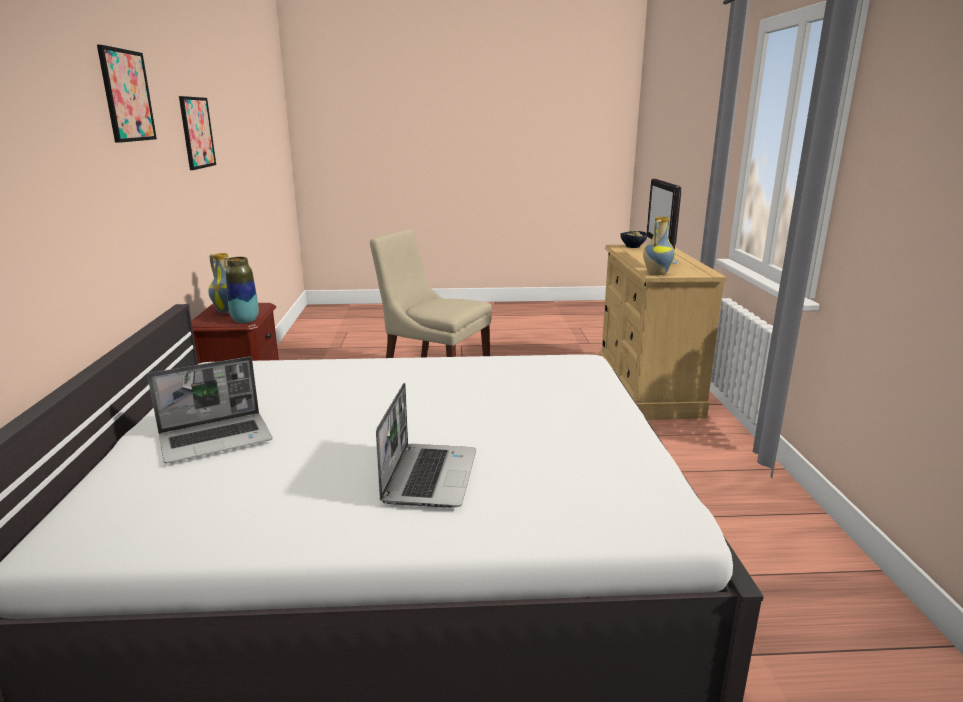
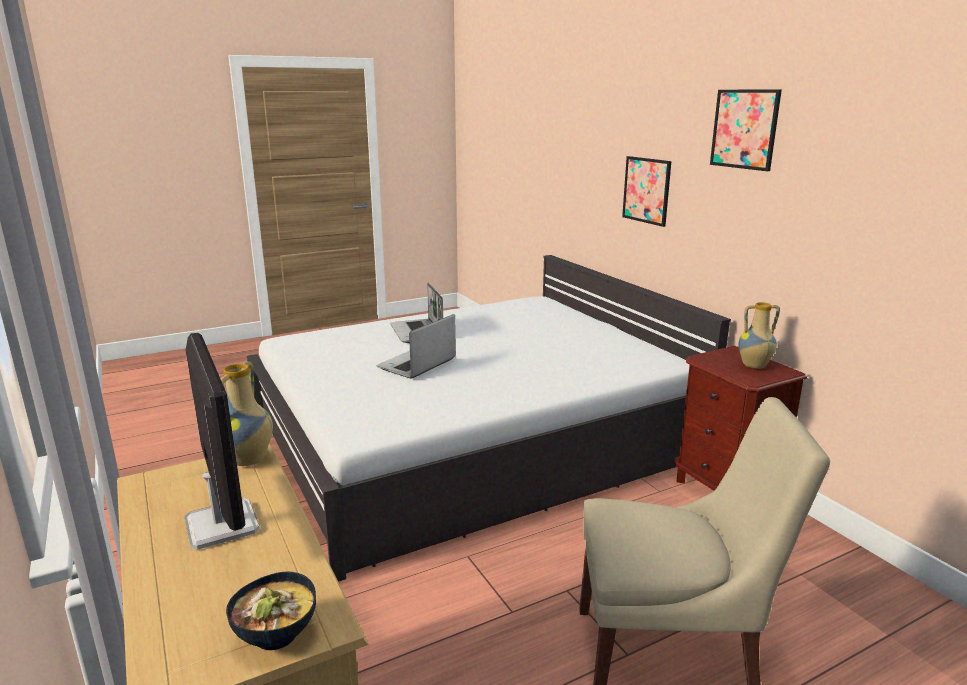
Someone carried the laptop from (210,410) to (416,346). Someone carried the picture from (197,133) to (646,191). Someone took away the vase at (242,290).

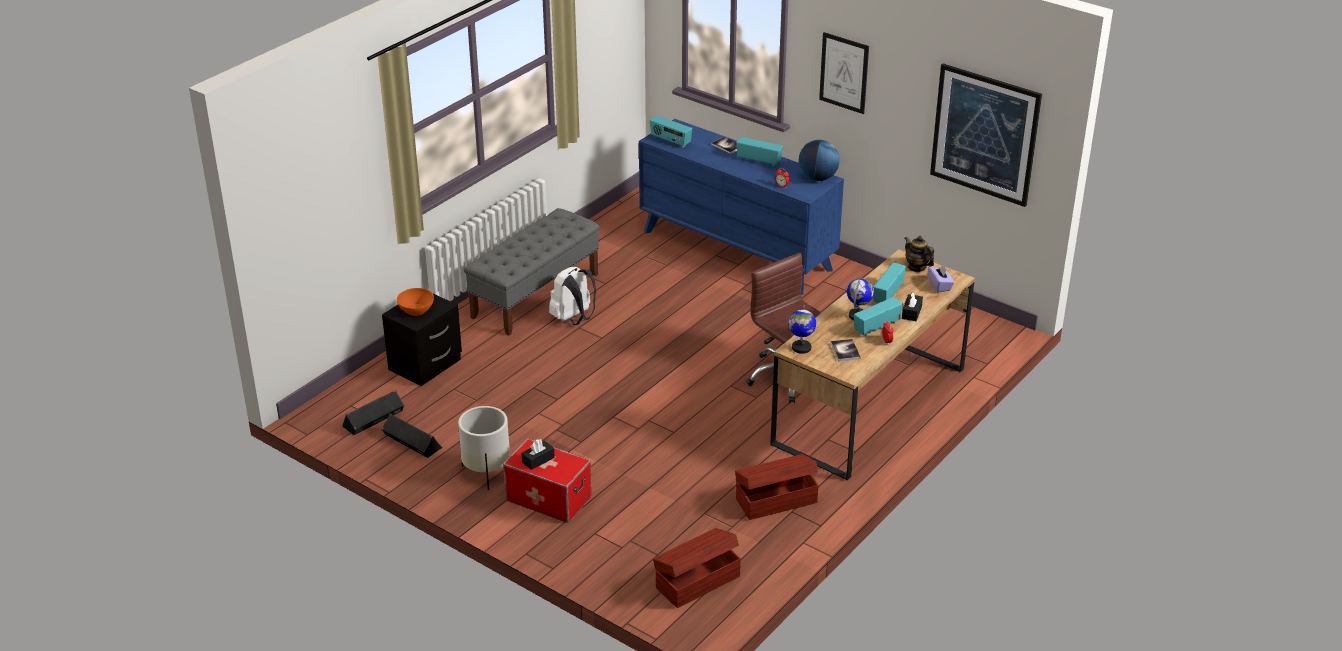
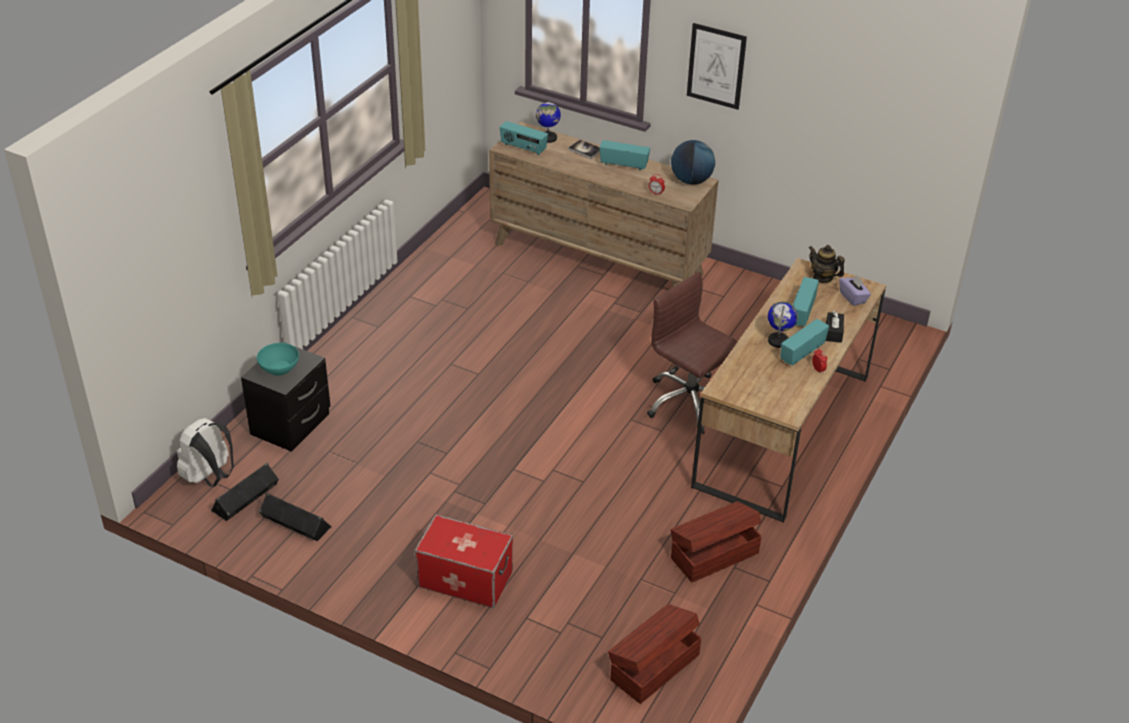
Someone carried the white backpack from (572,296) to (205,452). Someone repainted the orange bowl at (415,302), which became the turquoise bowl at (278,359). Someone repainted the blue dresser at (741,207), which became the brown dresser at (603,204). Someone carried the globe from (802,329) to (548,120). Someone took away the white planter at (484,448). Someone took away the grey bench at (532,272). Someone took away the black tissue box at (538,454). Someone took away the book at (845,350). Someone took away the picture at (986,135).

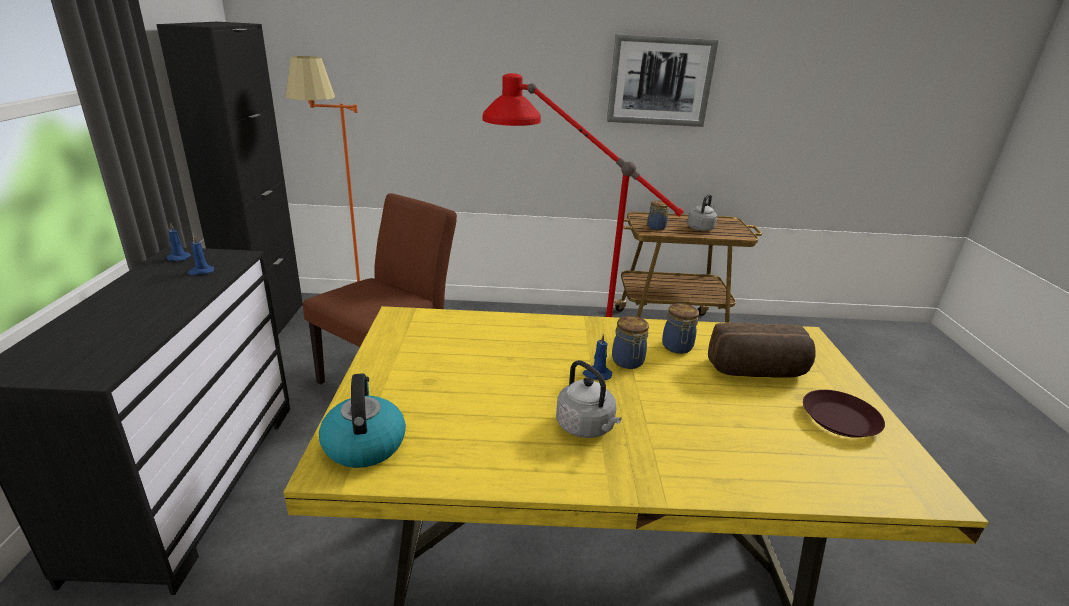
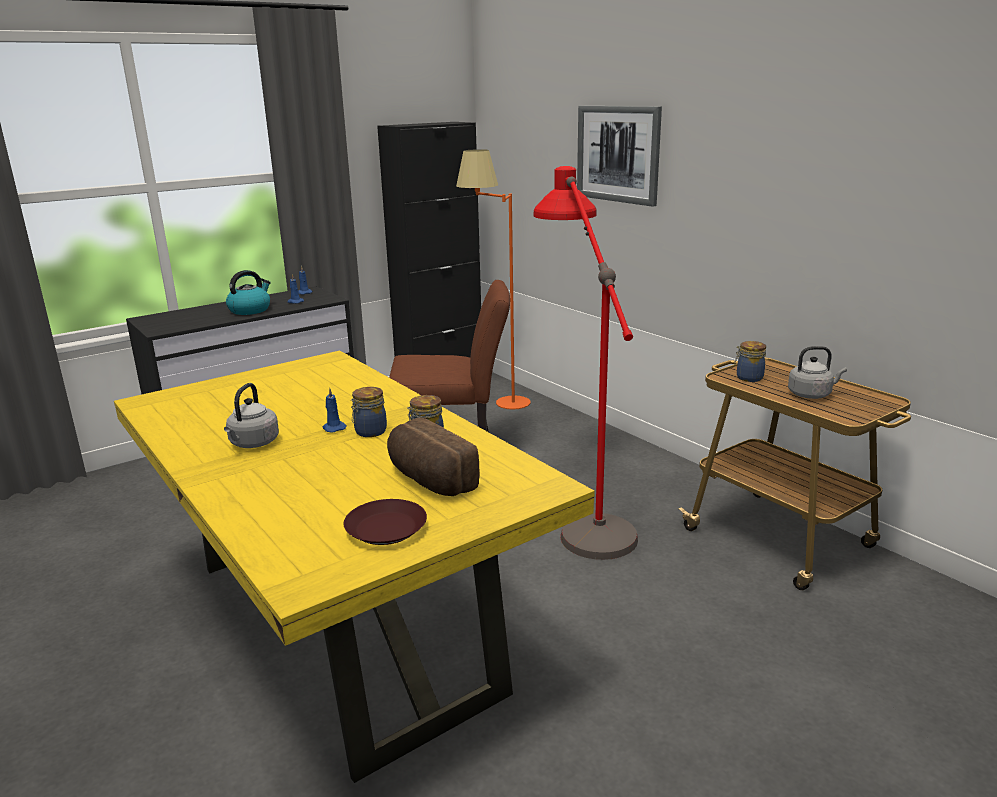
Someone carried the kettle from (362,420) to (248,292). Someone carried the picture from (662,80) to (619,156).

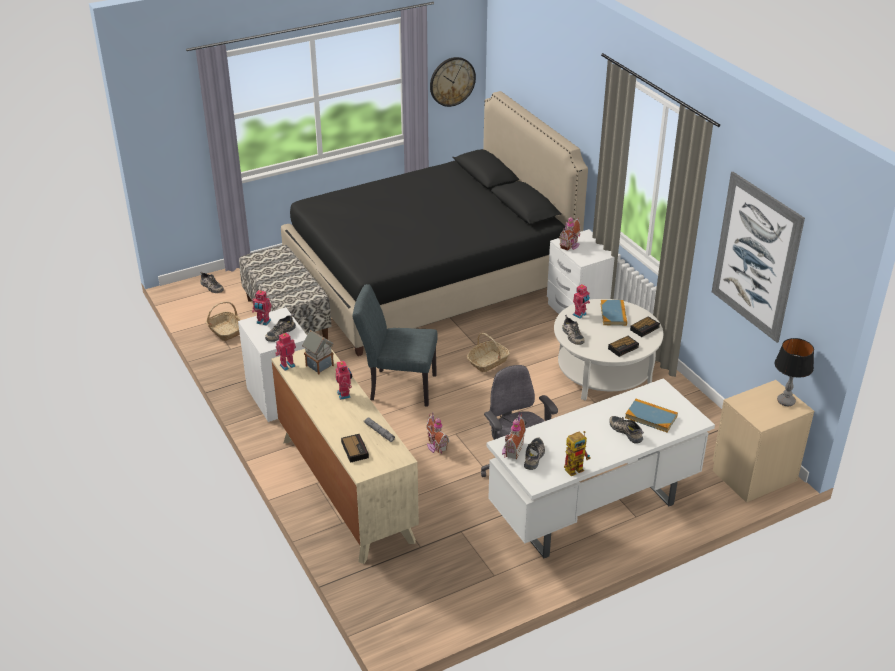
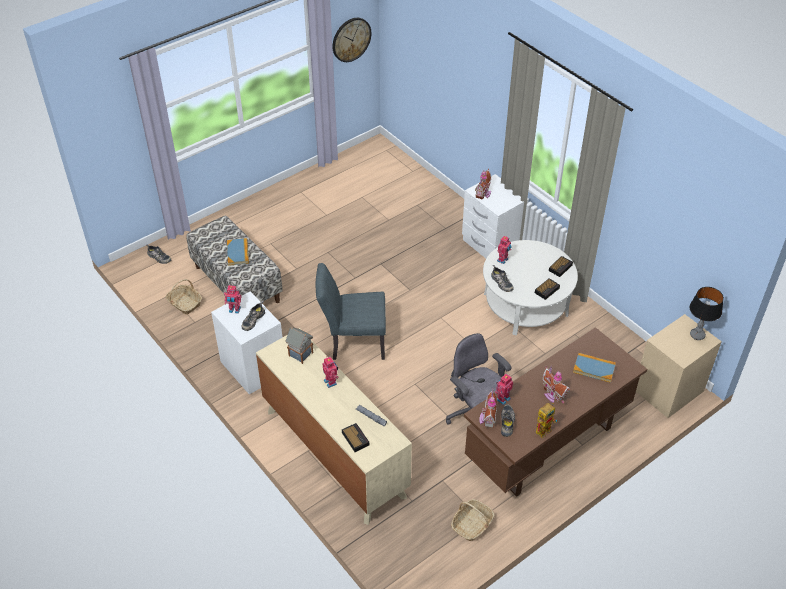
Someone carried the book from (613,313) to (238,252). Someone carried the basket from (488,352) to (472,520). Someone repainted the white desk at (600,468), which became the brown desk at (555,412). Someone carried the toy robot from (285,351) to (504,389). Someone carried the toy house from (437,432) to (557,384). Someone took away the black bed at (434,223). Someone took away the shoe at (626,430). Someone took away the picture at (758,257).

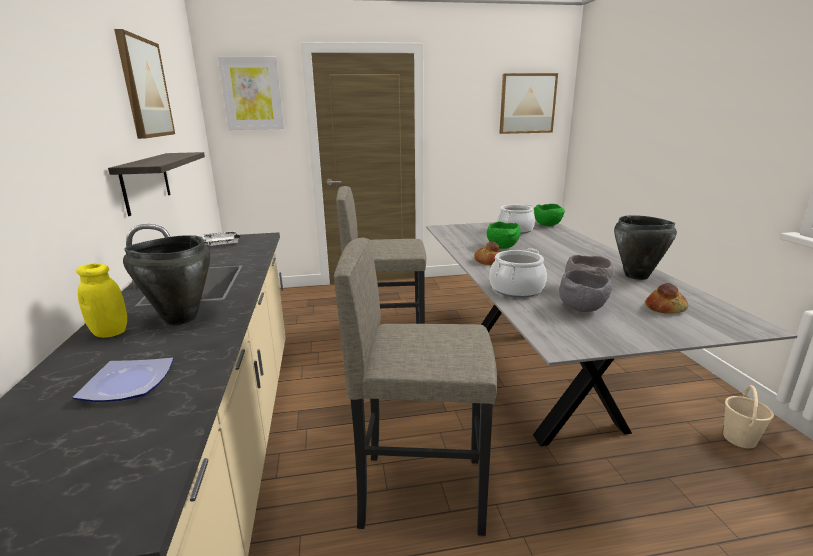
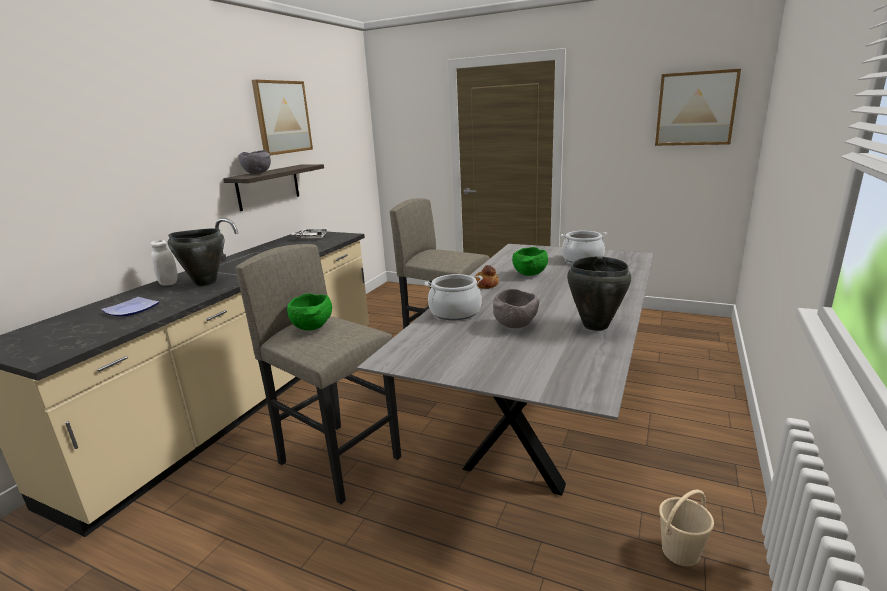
Someone repainted the yellow jar at (101,300), which became the white jar at (163,263). Someone carried the grey bowl from (585,291) to (254,162). Someone carried the green bowl from (549,215) to (309,312). Someone took away the picture at (251,93). Someone took away the bread at (667,298).

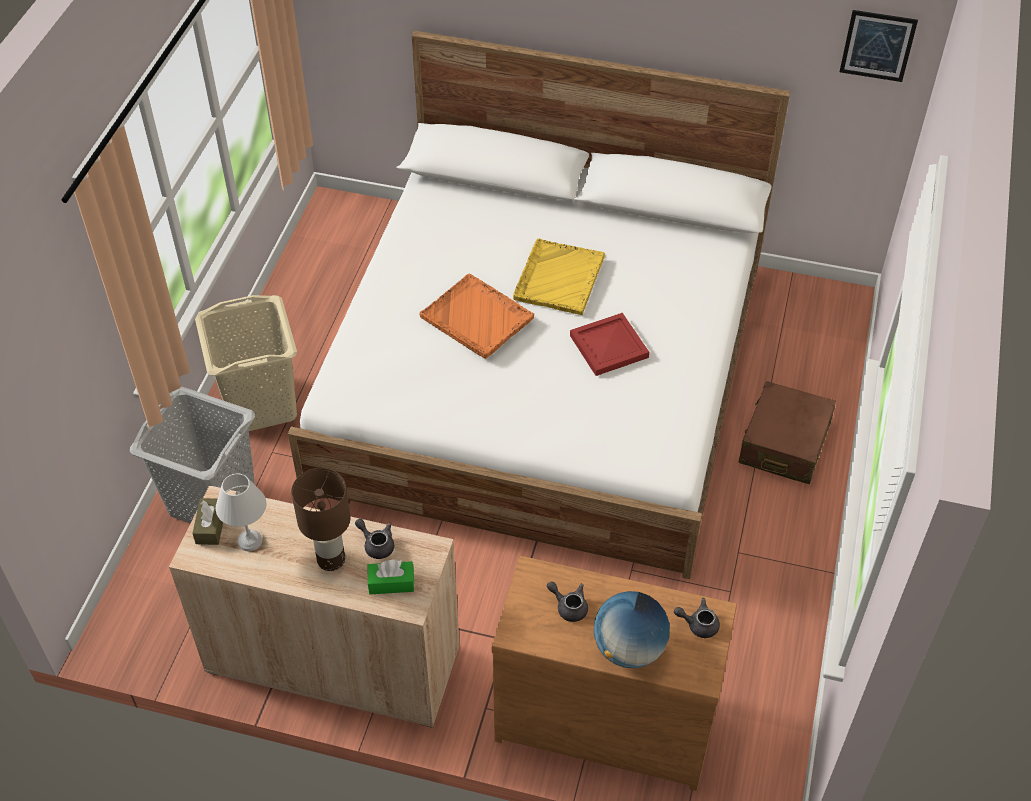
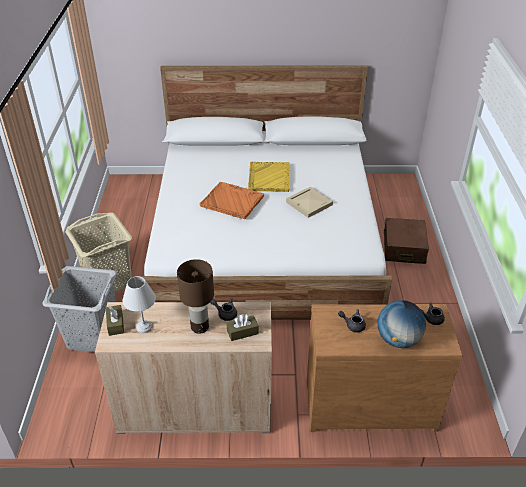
Someone repainted the green tissue box at (391,576), which became the brown tissue box at (243,327). Someone repainted the red tray at (609,344), which became the beige tray at (309,202). Someone took away the picture at (879,46).

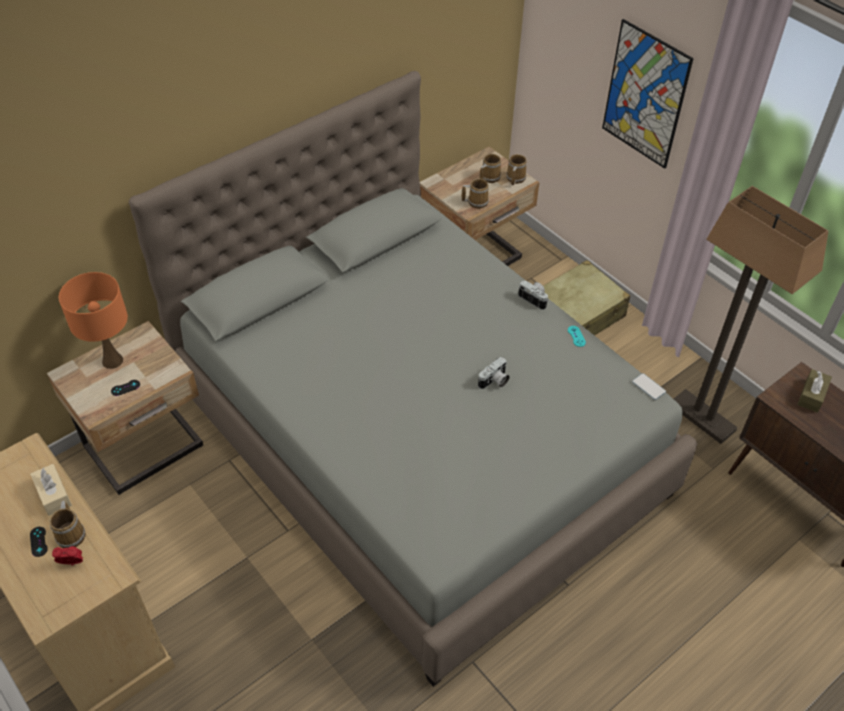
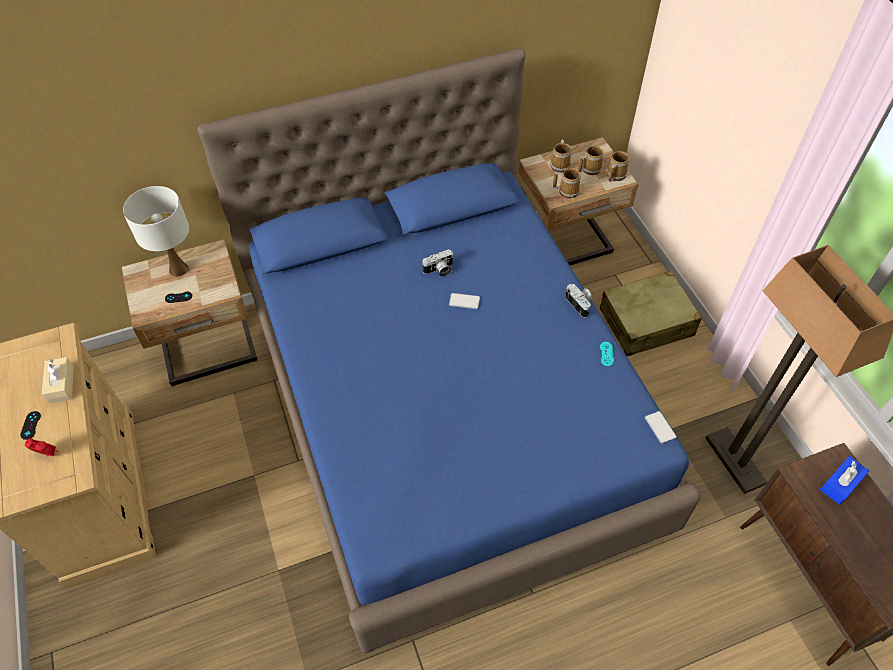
Someone repainted the orange table lamp at (93,320), which became the white table lamp at (156,231). Someone repainted the grey bed at (413,379), which became the blue bed at (449,350). Someone carried the photo camera from (494,373) to (437,263). Someone put down the phone at (464,301). Someone carried the mug from (67,524) to (560,156). Someone repainted the brown tissue box at (814,391), which became the blue tissue box at (844,480). Someone took away the picture at (648,94).

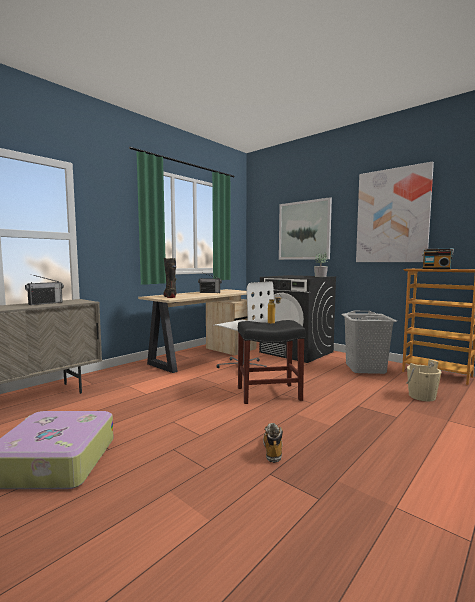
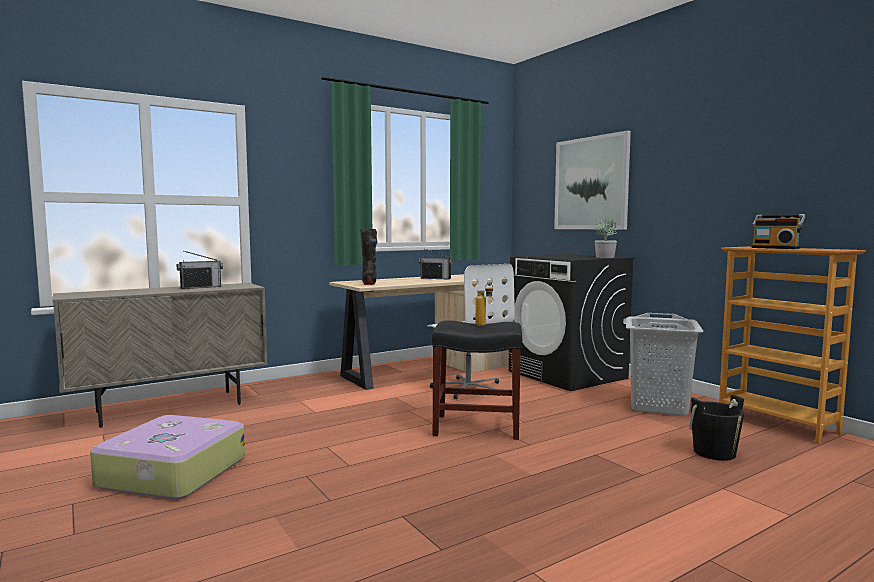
Someone repainted the beige bucket at (423,380), which became the black bucket at (716,428). Someone took away the boot at (273,443). Someone took away the picture at (395,211).

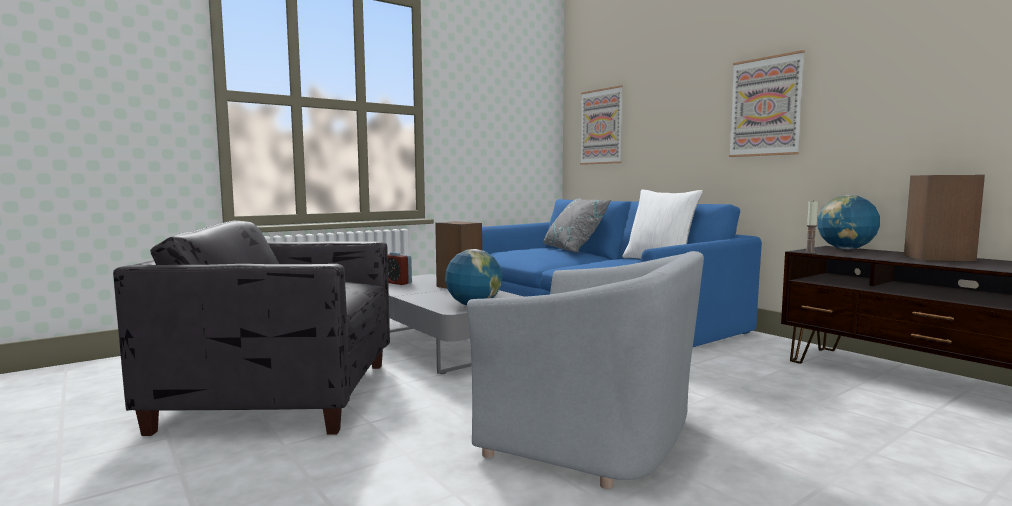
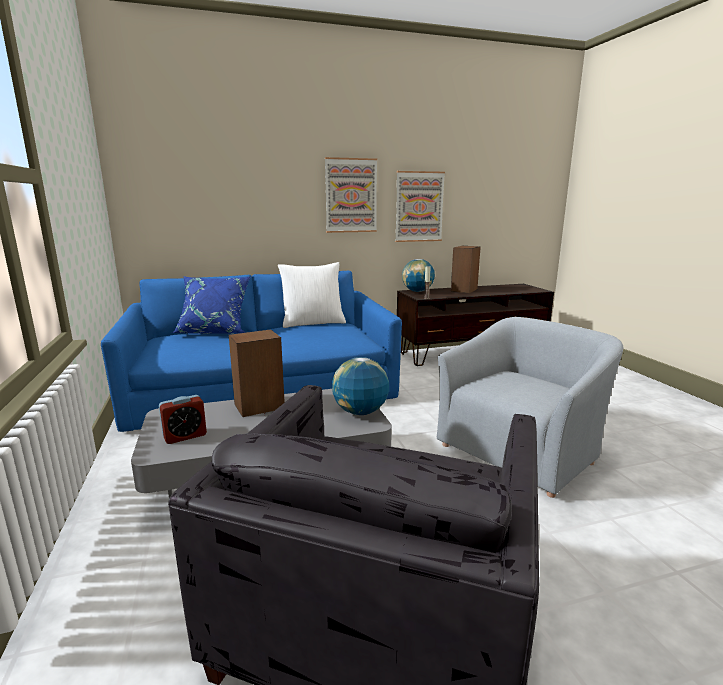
Someone repainted the grey pillow at (577,225), which became the blue pillow at (210,305). Someone carried the picture from (601,125) to (420,206).

